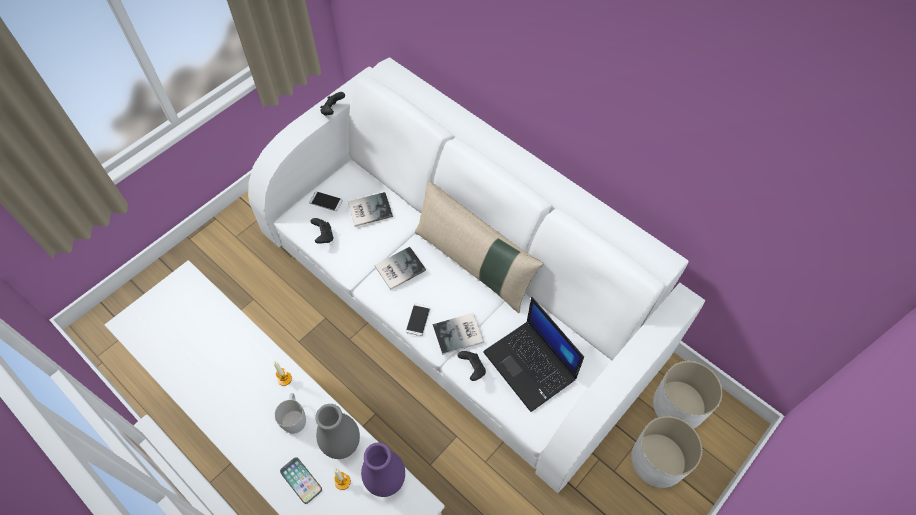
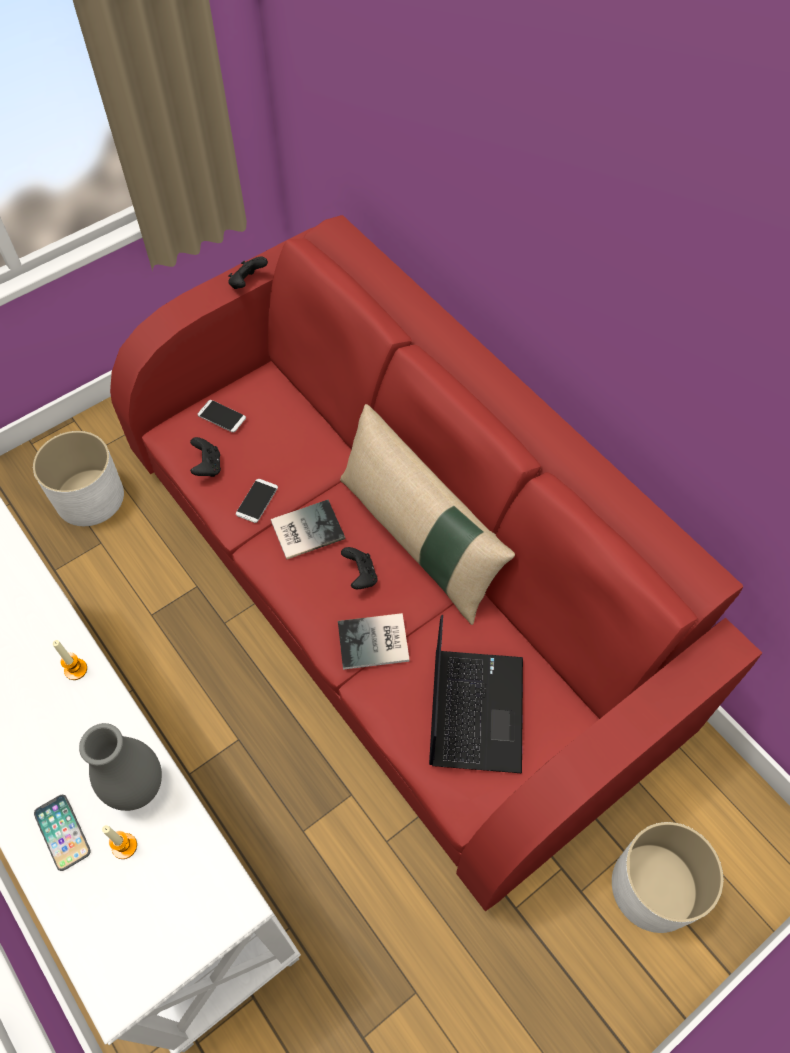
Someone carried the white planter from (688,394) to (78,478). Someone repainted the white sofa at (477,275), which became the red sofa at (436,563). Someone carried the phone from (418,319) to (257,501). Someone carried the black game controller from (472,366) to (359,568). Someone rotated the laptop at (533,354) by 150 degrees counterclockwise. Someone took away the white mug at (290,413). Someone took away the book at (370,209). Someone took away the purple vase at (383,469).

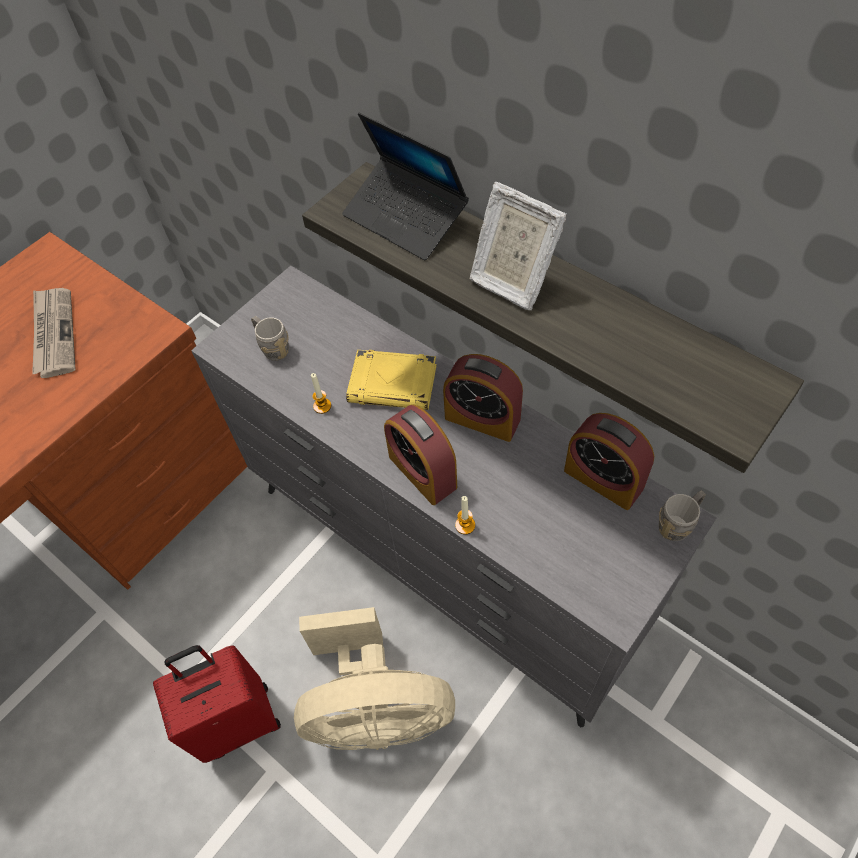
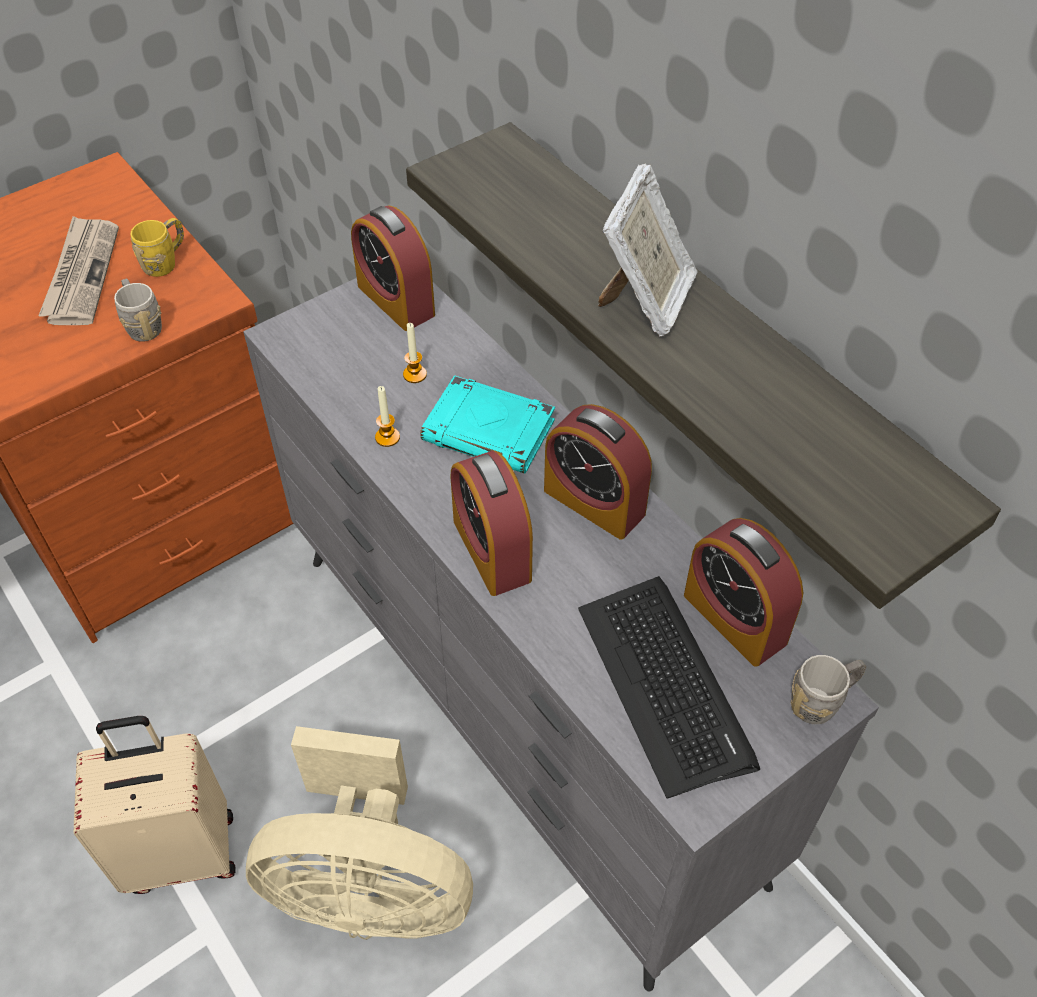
Someone repainted the red suitcase at (217,704), which became the beige suitcase at (154,805). Someone carried the grey mug from (270,338) to (138,310). Someone put down the yellow mug at (157,247). Someone put down the alarm clock at (393,268). Someone carried the candle from (465,515) to (415,353). Someone repainted the yellow book at (391,380), which became the turquoise book at (487,424). Someone put down the keyboard at (669,687). Someone rotated the picture frame at (518,246) by 120 degrees counterclockwise. Someone took away the laptop at (405,186).

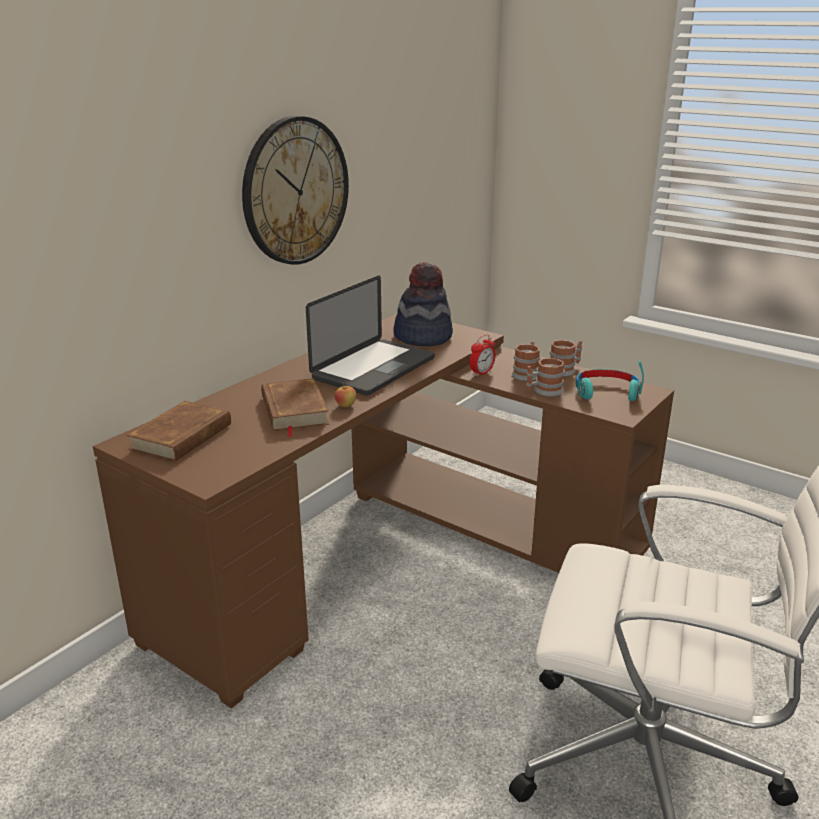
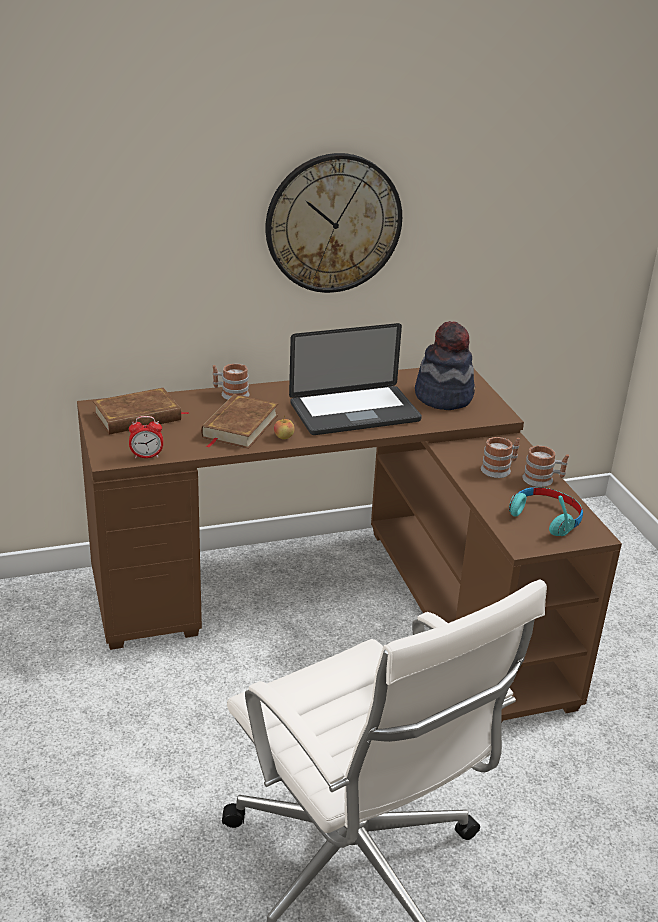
Someone carried the alarm clock from (482,355) to (146,437). Someone carried the mug from (545,377) to (231,382).

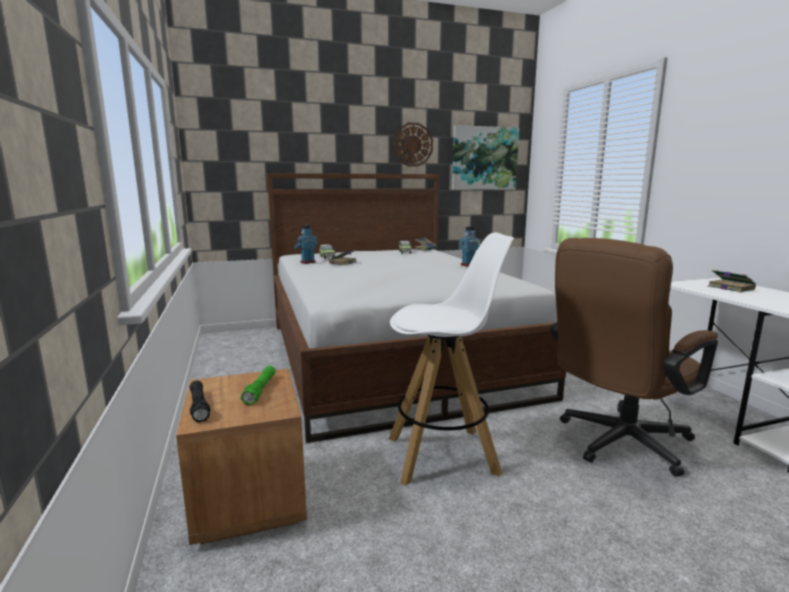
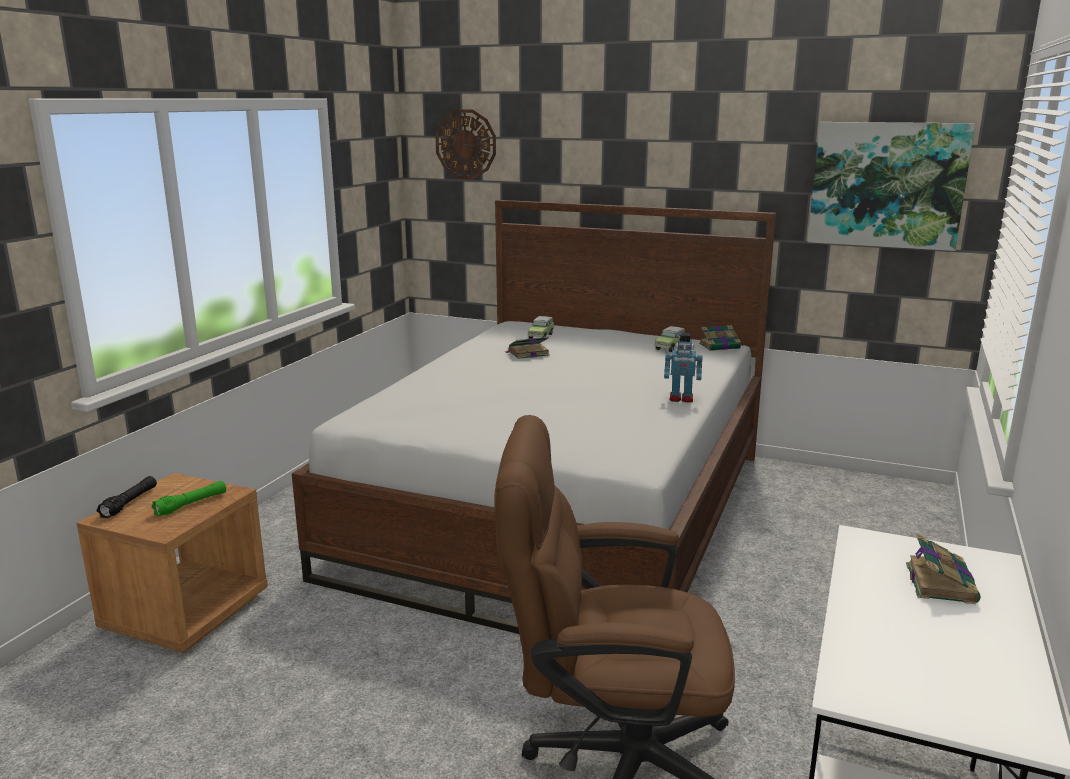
Someone carried the wall clock from (413,144) to (465,144). Someone took away the toy robot at (305,244). Someone took away the white stool at (451,359).

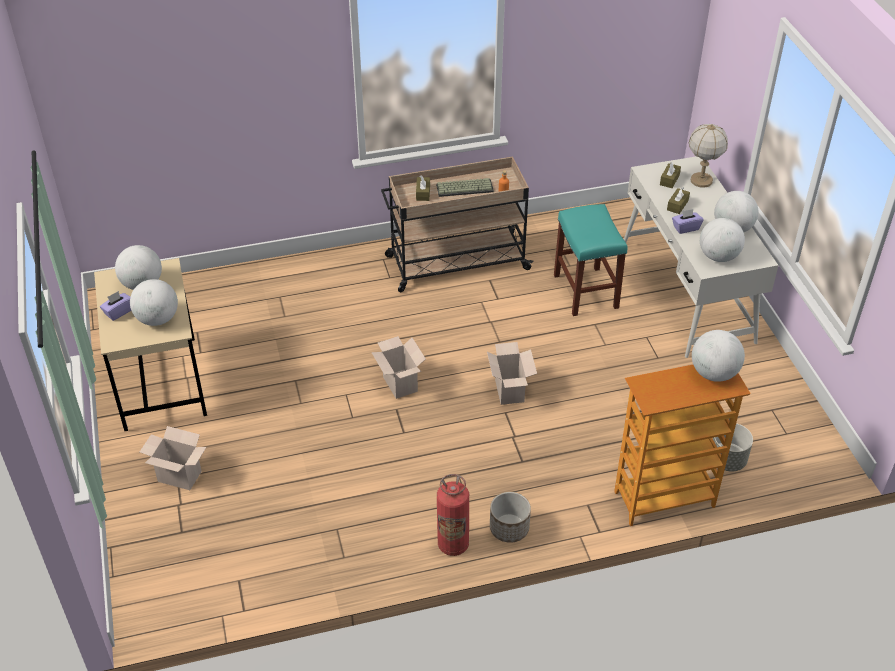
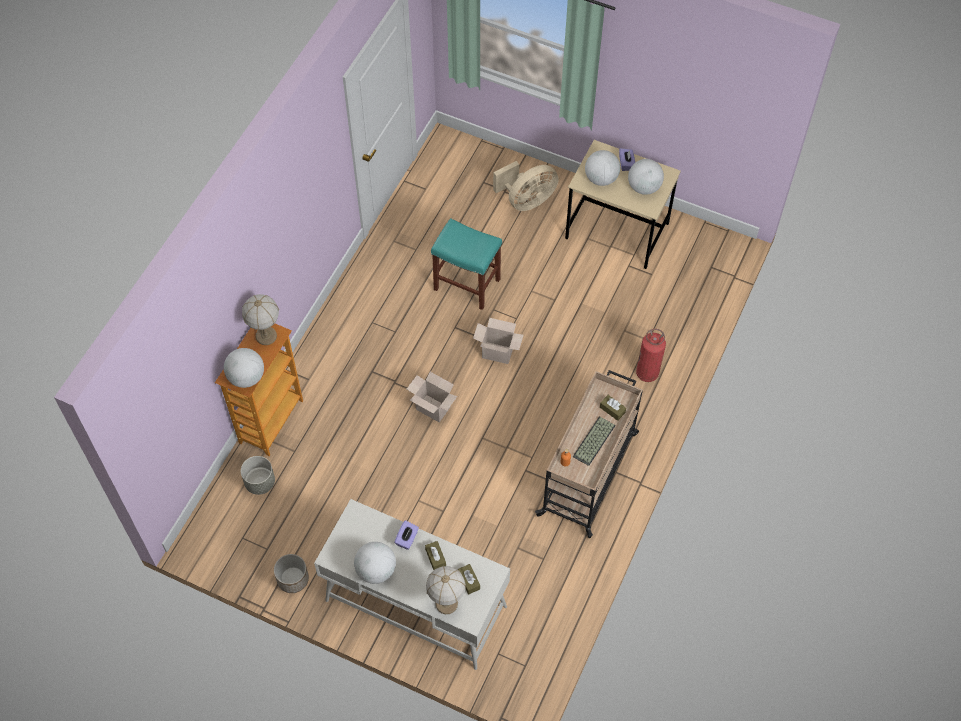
Someone put down the table lamp at (260,319). Someone carried the planter from (510,517) to (291,573). Someone carried the turquoise stool from (591,260) to (466,264). Someone swapped the cardboard box at (173,458) for the beige fan at (526,186). Someone carried the fire extinguisher from (453,515) to (651,355). Someone took away the globe at (722,240).

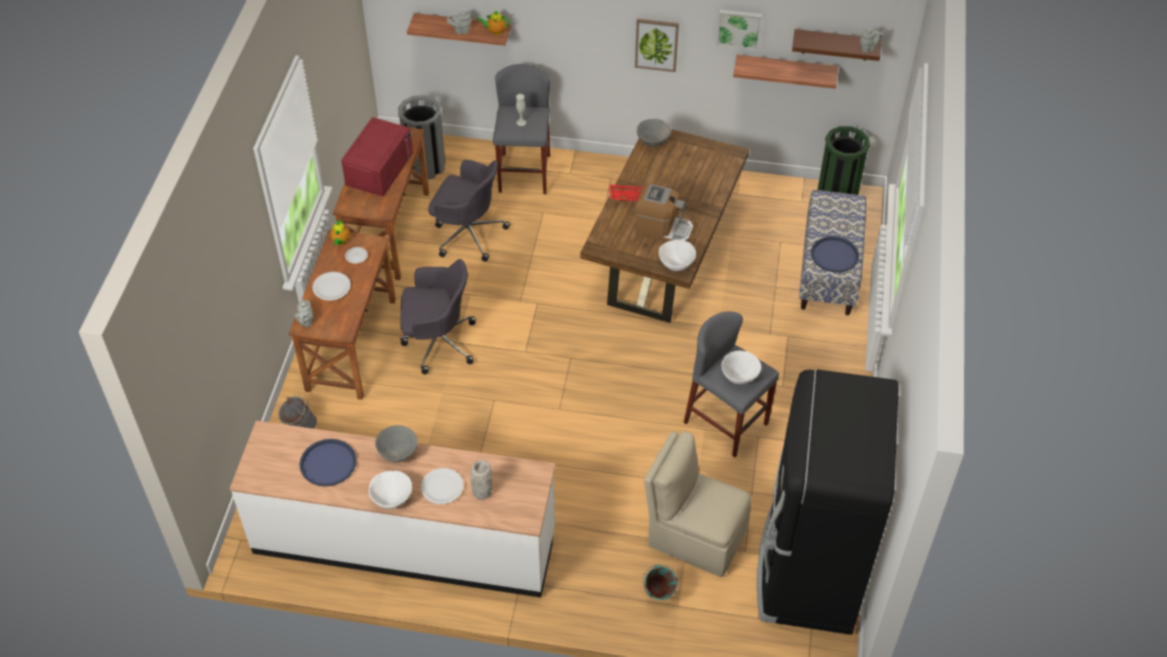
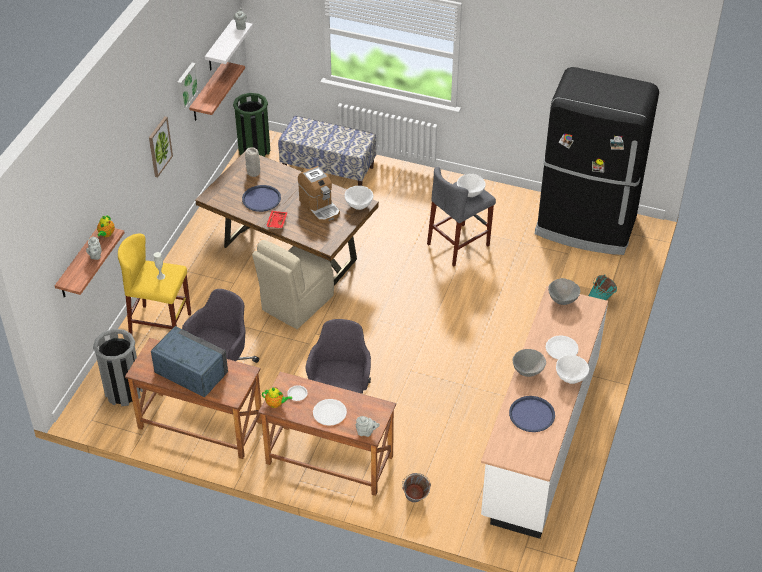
Someone repainted the grey stool at (521,129), which became the yellow stool at (154,284). Someone repainted the red microwave at (377,157), which became the blue microwave at (189,361). Someone repainted the brown shelf at (836,45), which became the white shelf at (229,44). Someone carried the blue tray from (835,254) to (261,198). Someone carried the grey vase from (481,480) to (252,162). Someone carried the beige chair from (697,504) to (293,284). Someone rotated the coffee machine at (664,213) by 120 degrees clockwise. Someone carried the grey bowl from (654,133) to (564,291).

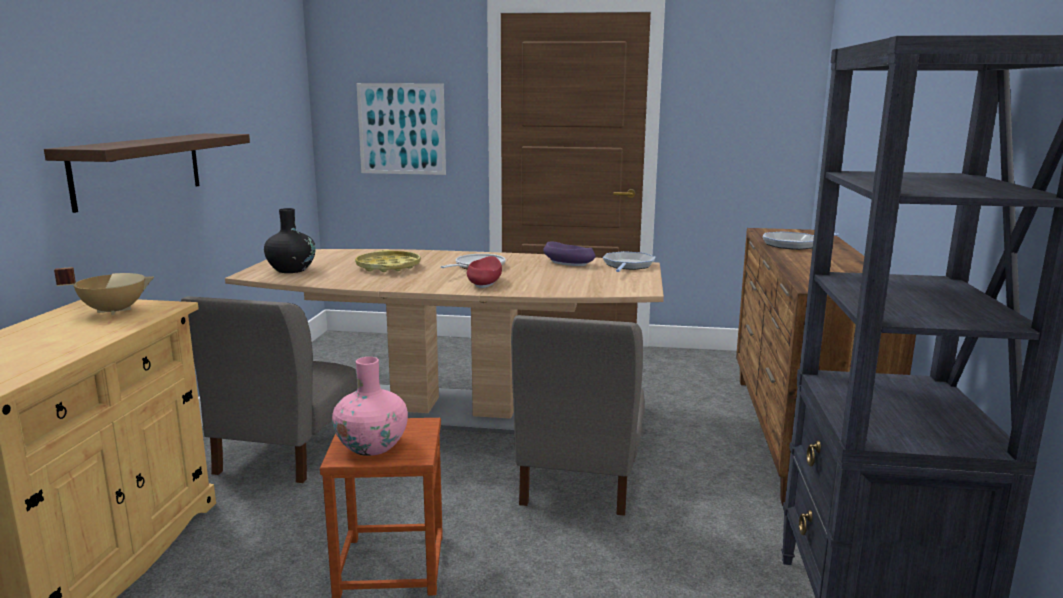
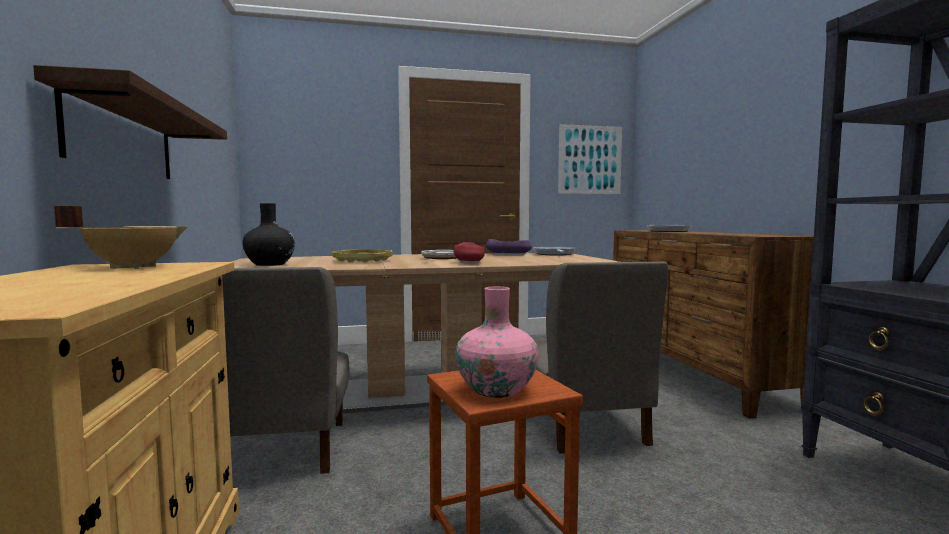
Someone carried the picture from (401,129) to (590,159).

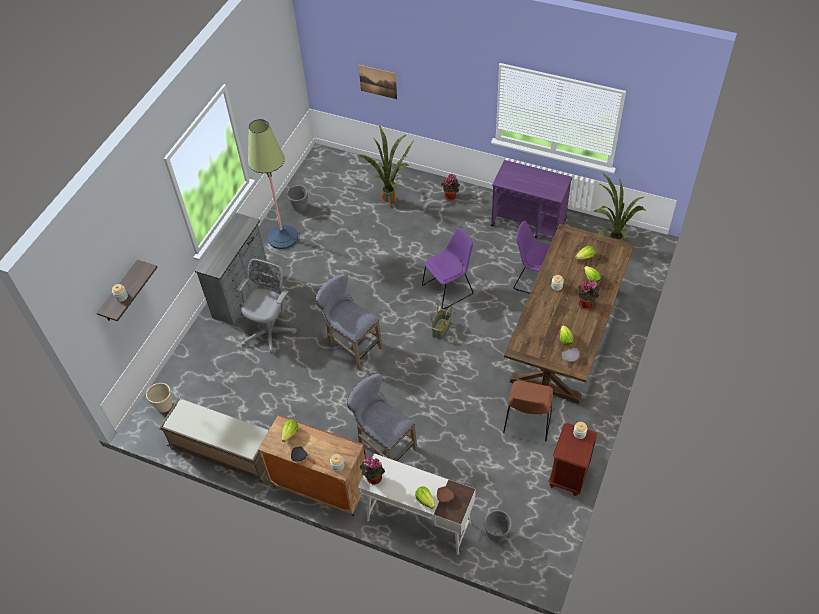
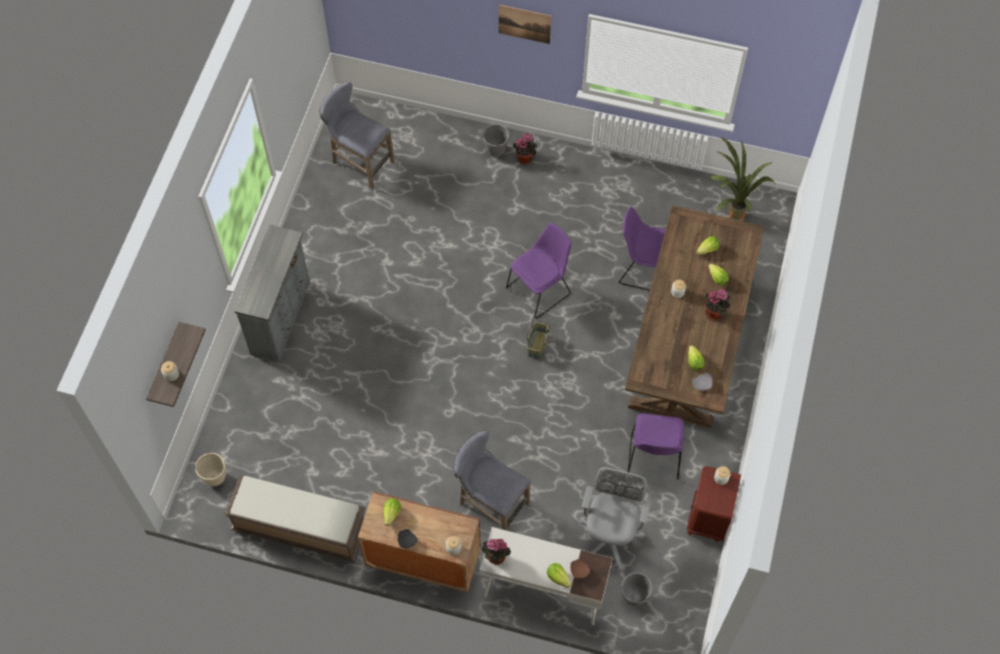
Someone carried the grey stool from (349,321) to (357,135). Someone carried the grey planter from (297,198) to (496,140). Someone carried the picture from (378,82) to (525,24). Someone carried the grey office chair from (266,306) to (615,519). Someone repainted the brown chair at (528,411), which became the purple chair at (655,446). Someone took away the floor lamp at (273,184). Someone took away the potted plant at (387,166). Someone took away the purple cart at (531,199).

